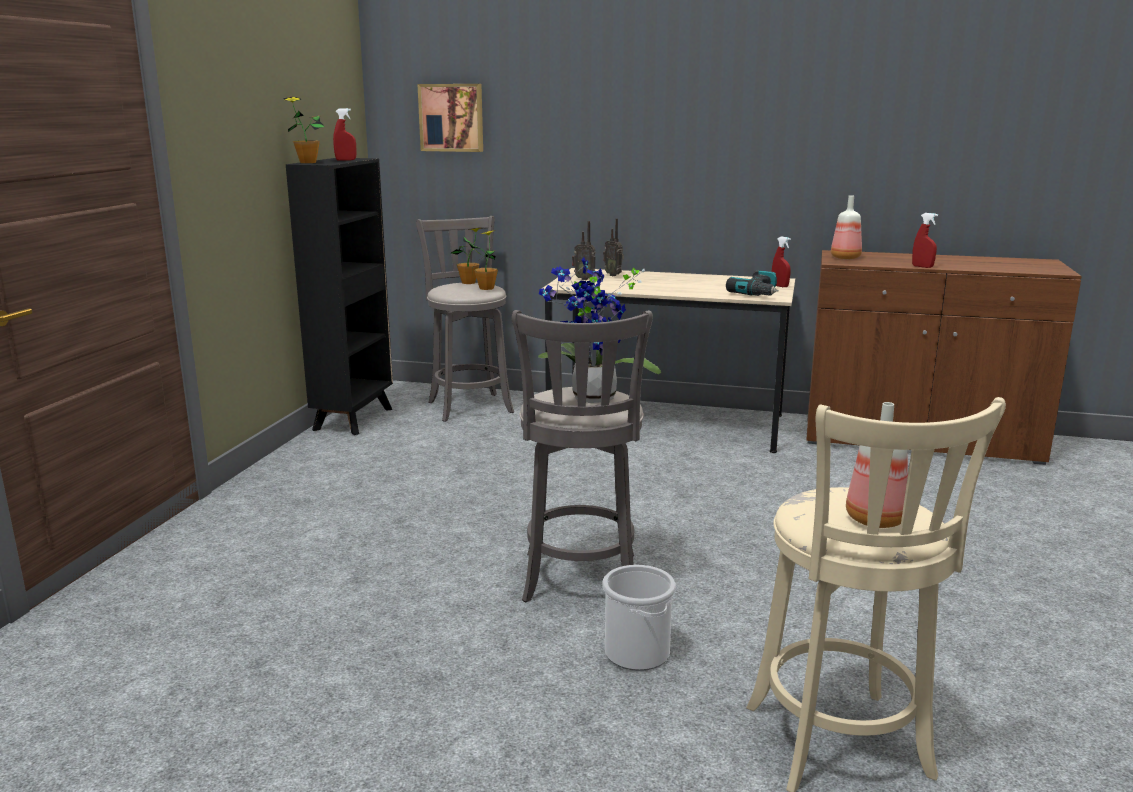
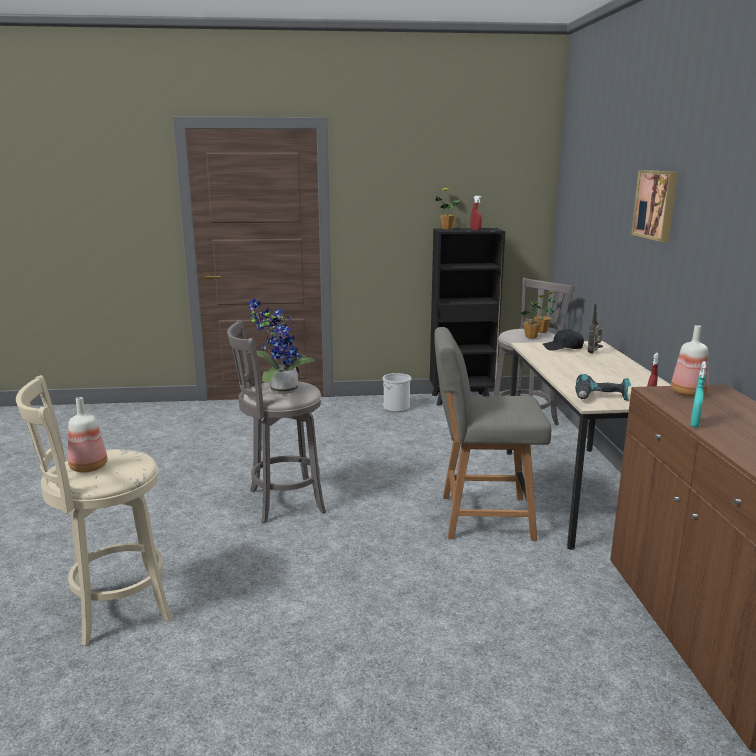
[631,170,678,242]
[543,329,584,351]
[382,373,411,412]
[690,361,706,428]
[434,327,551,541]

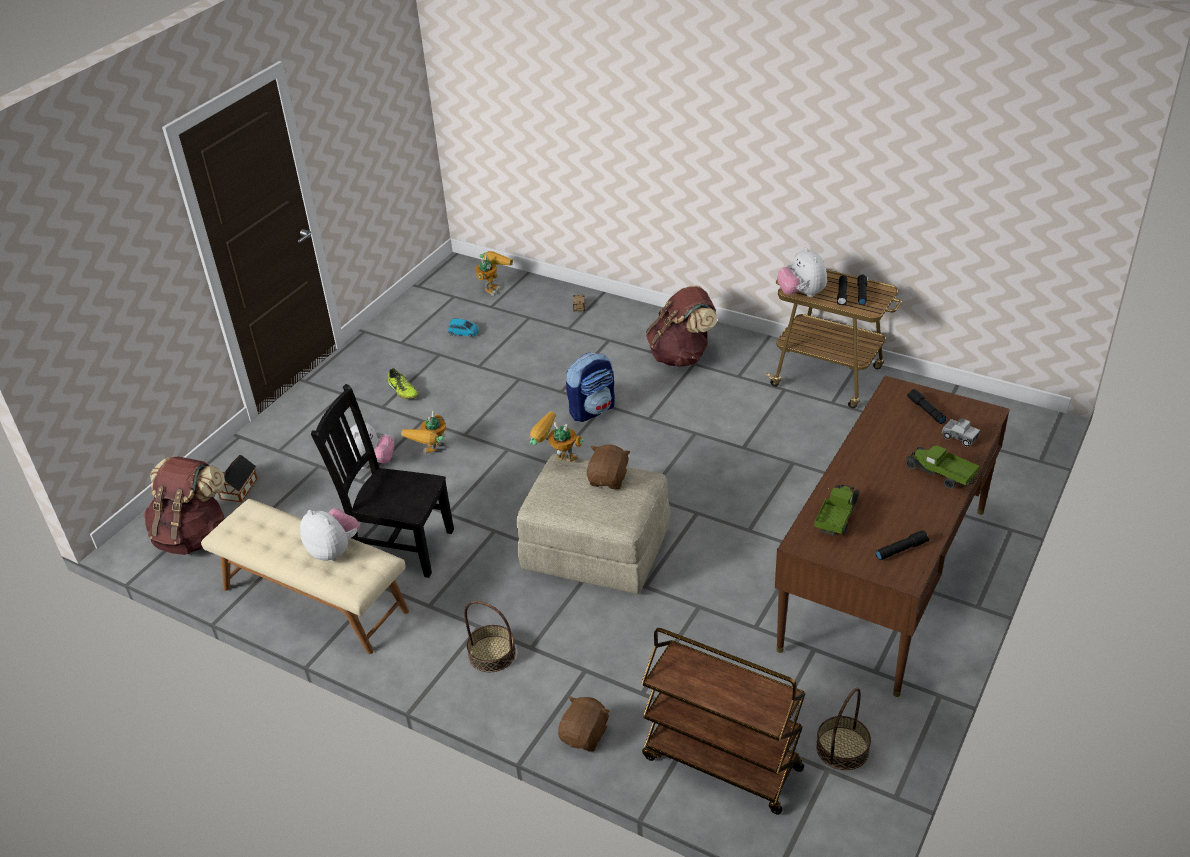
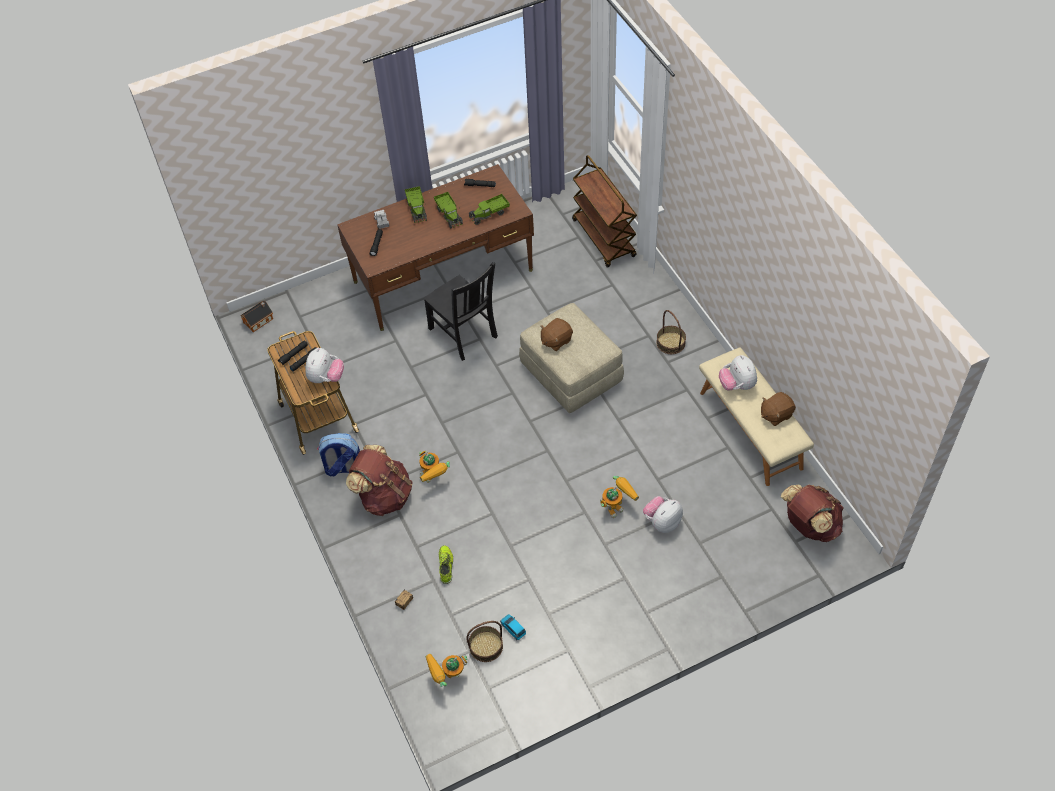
[240,301,273,332]
[424,262,498,361]
[439,545,453,584]
[419,451,450,483]
[761,392,796,426]
[317,433,360,476]
[466,621,503,662]
[434,192,463,228]

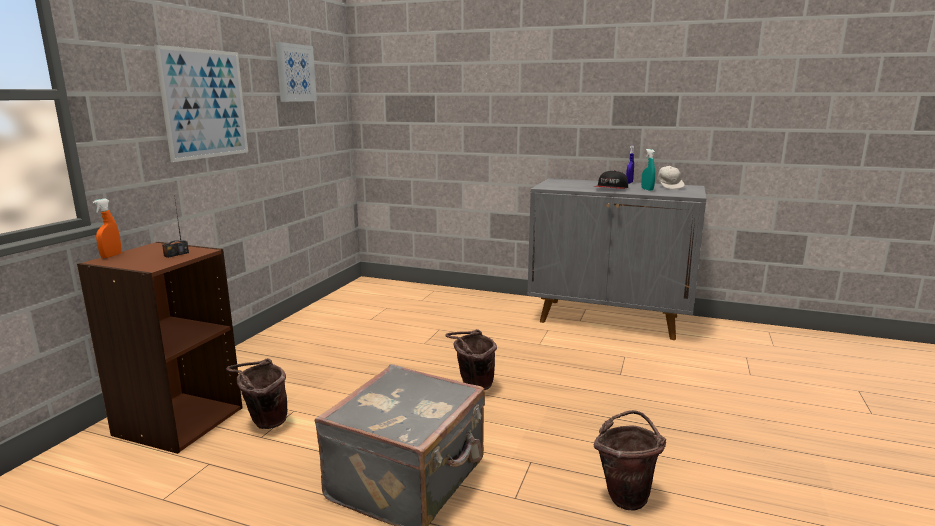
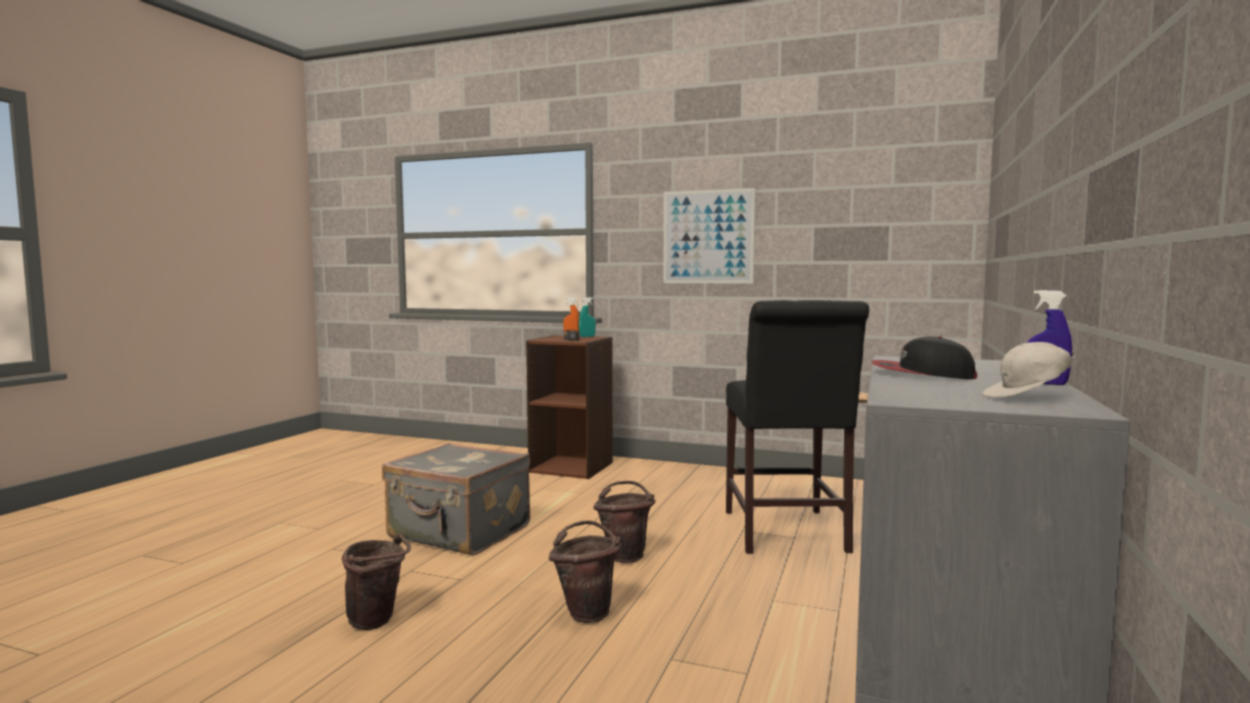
[549,520,622,623]
[276,42,317,102] (first image)
[579,297,596,337]
[726,300,869,554]

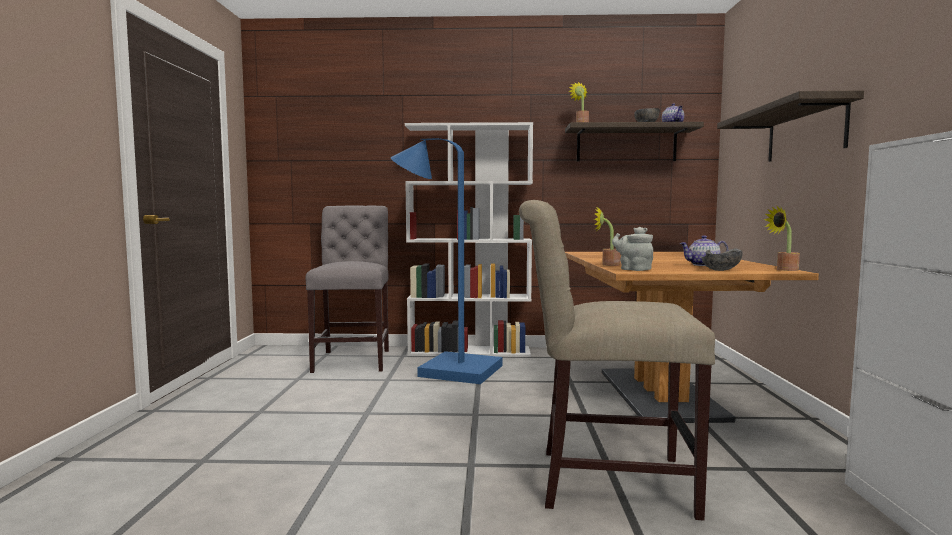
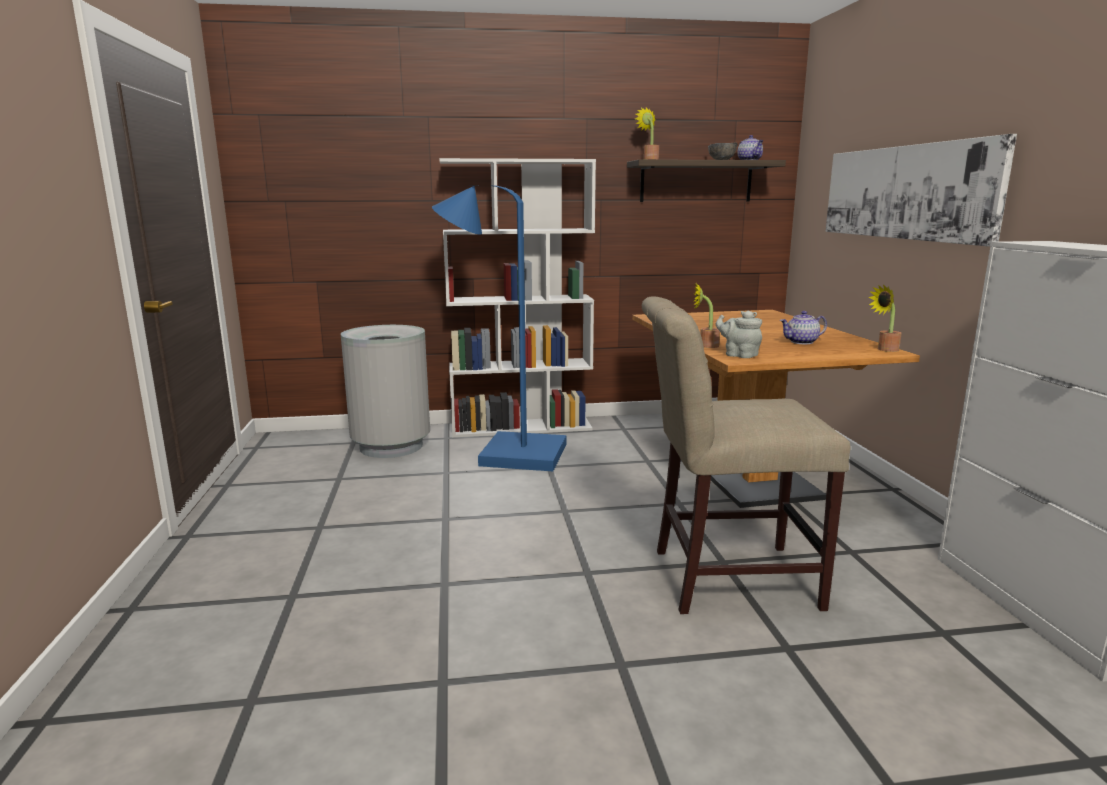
[341,325,430,458]
[701,248,743,271] (first image)
[825,134,1017,247]

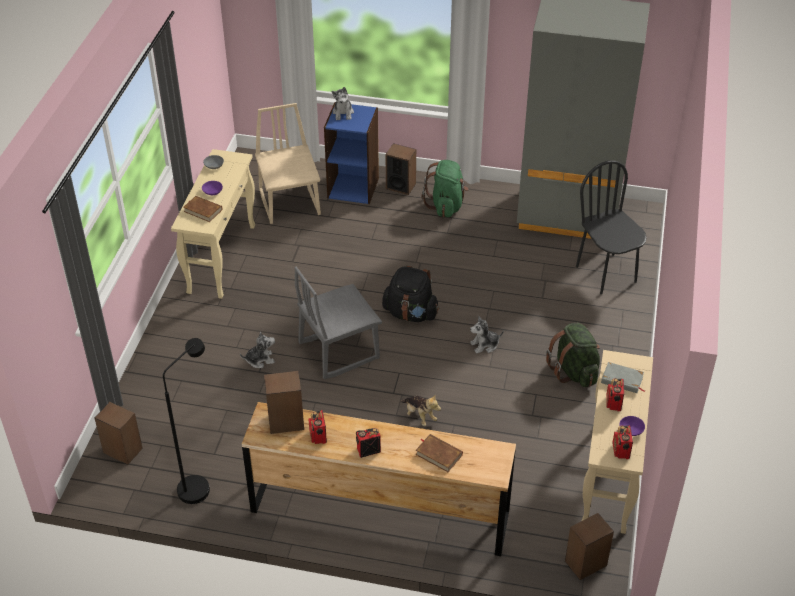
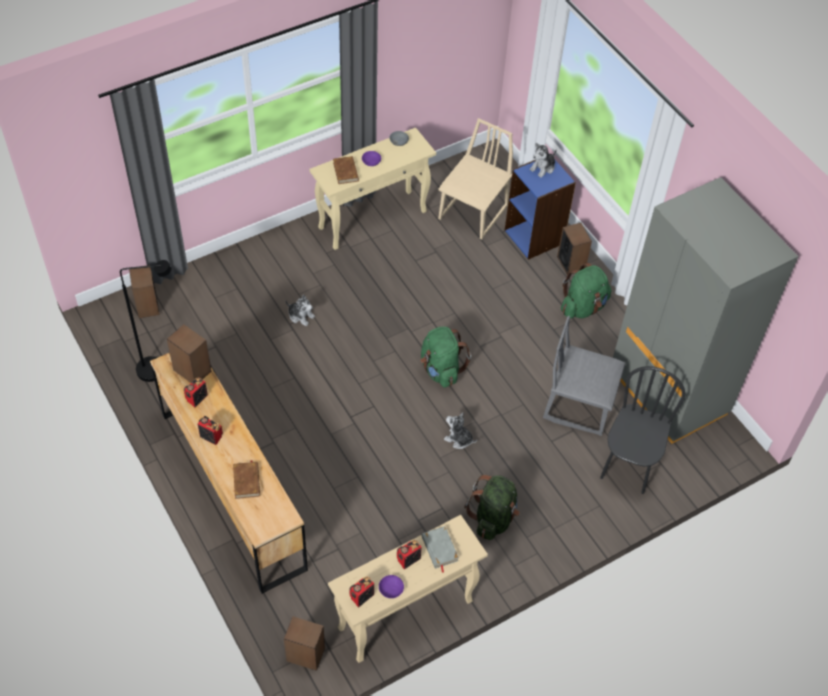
[543,316,625,436]
[420,326,471,388]
[400,394,441,426] (first image)

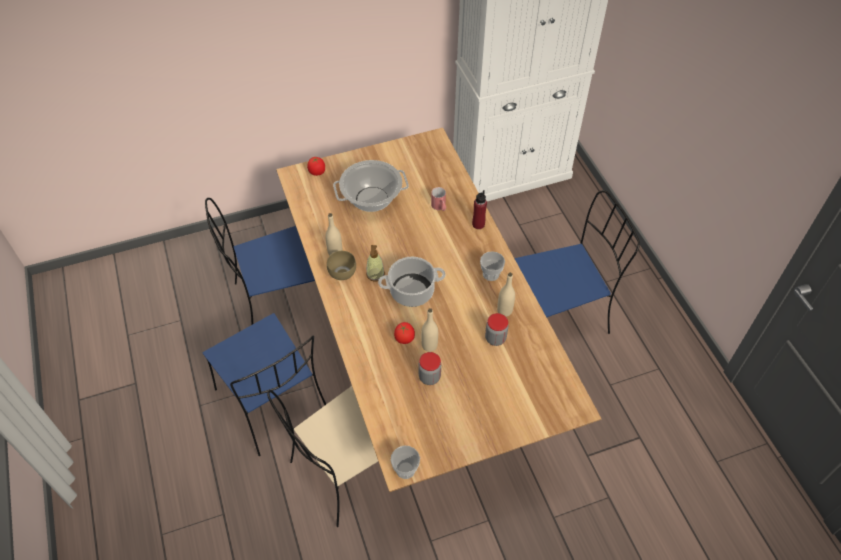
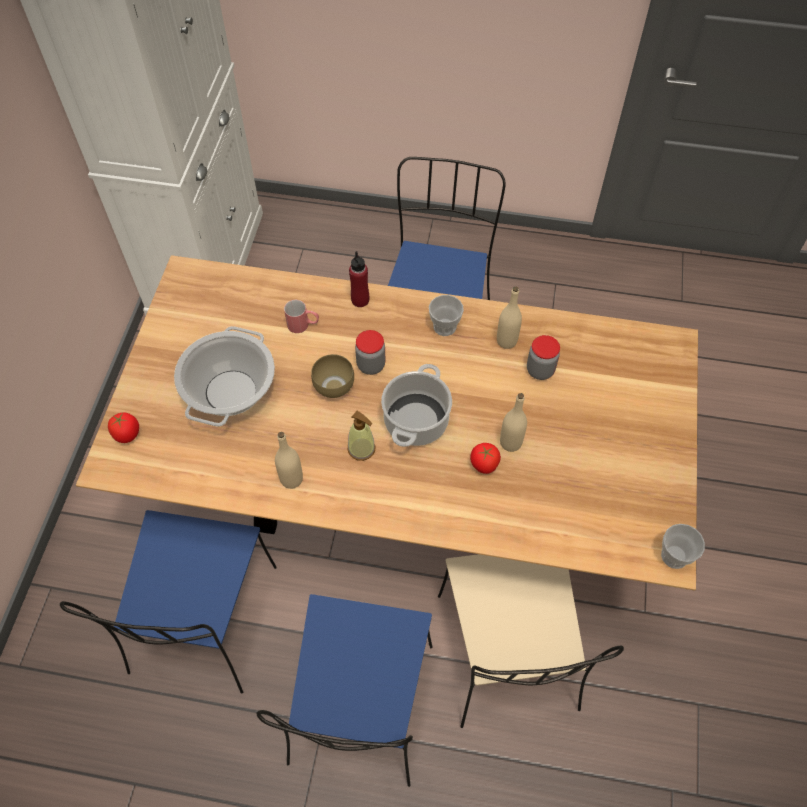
[256,594,432,787]
[311,354,354,398]
[355,330,386,375]

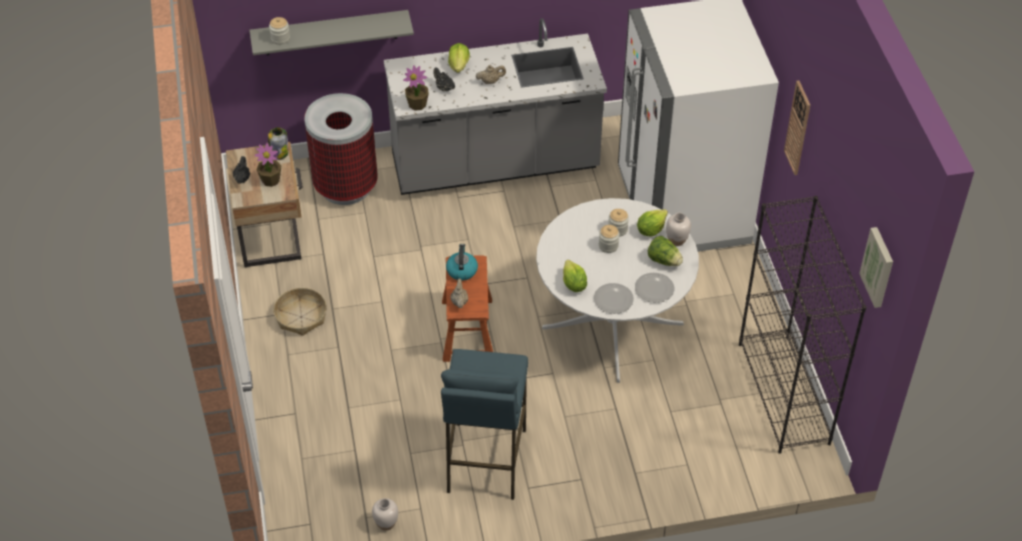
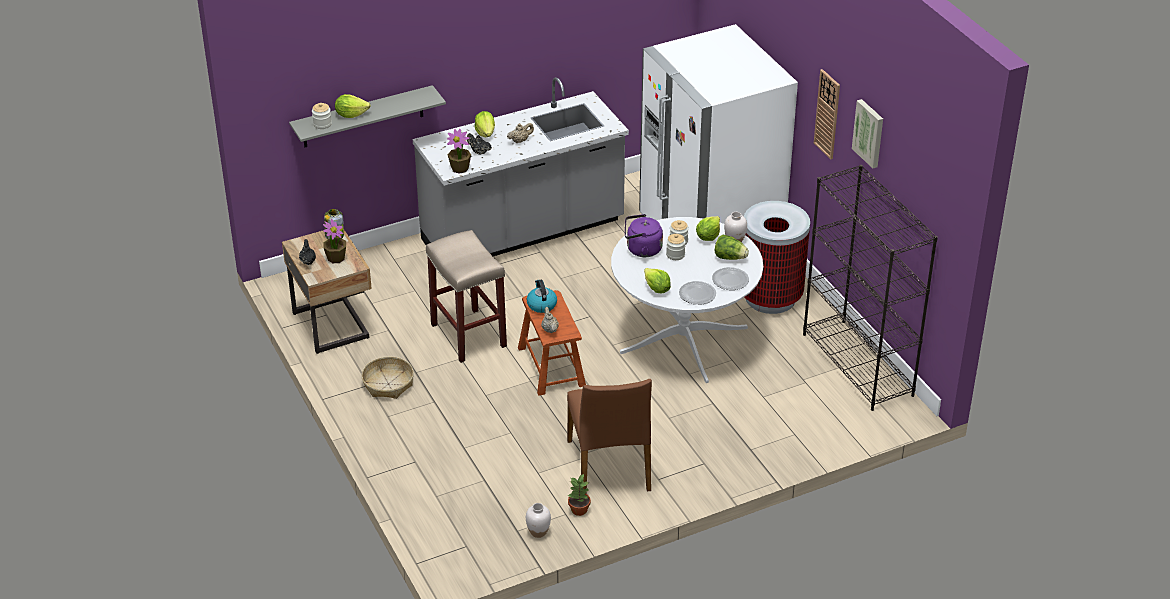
[744,201,810,314]
[567,379,652,494]
[852,99,883,168]
[335,94,371,118]
[426,230,507,363]
[568,474,591,516]
[625,214,663,257]

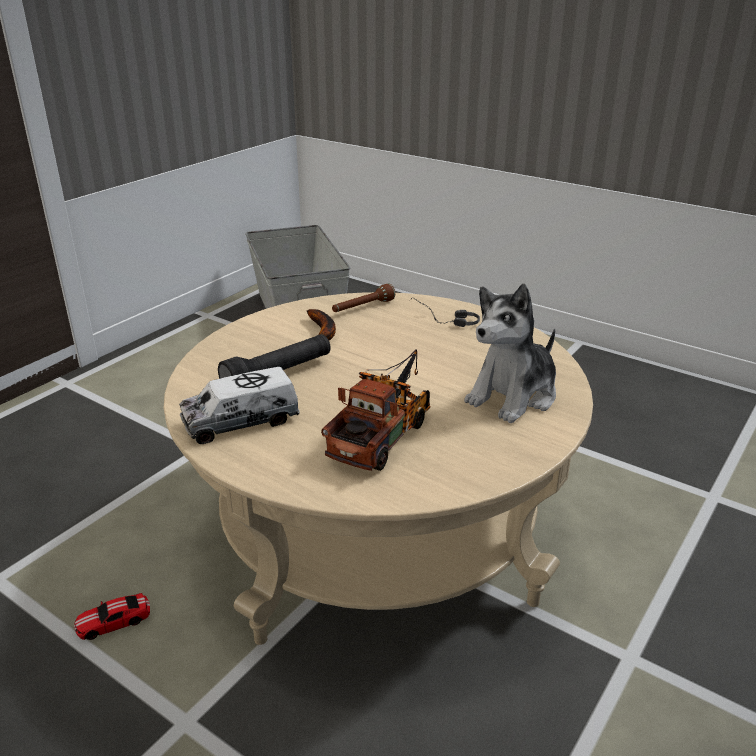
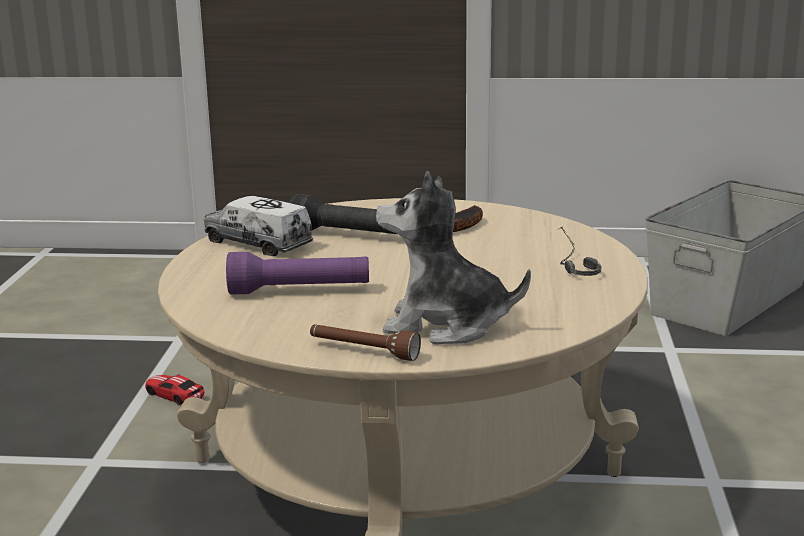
[226,252,369,295]
[310,325,421,361]

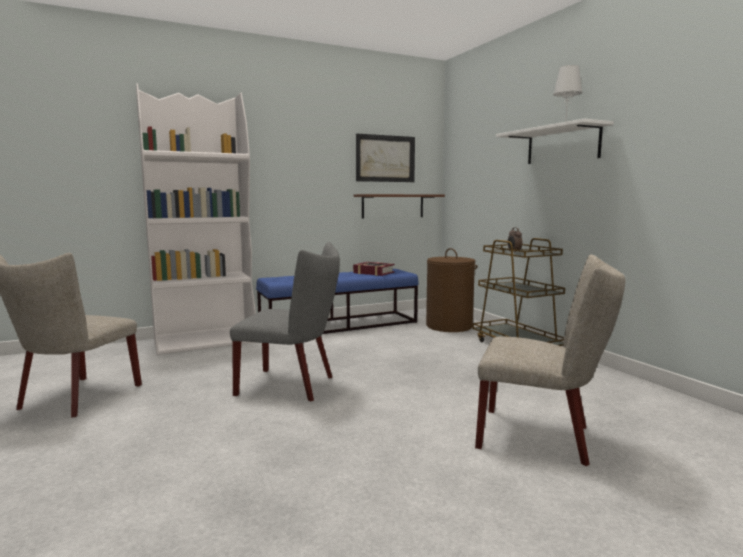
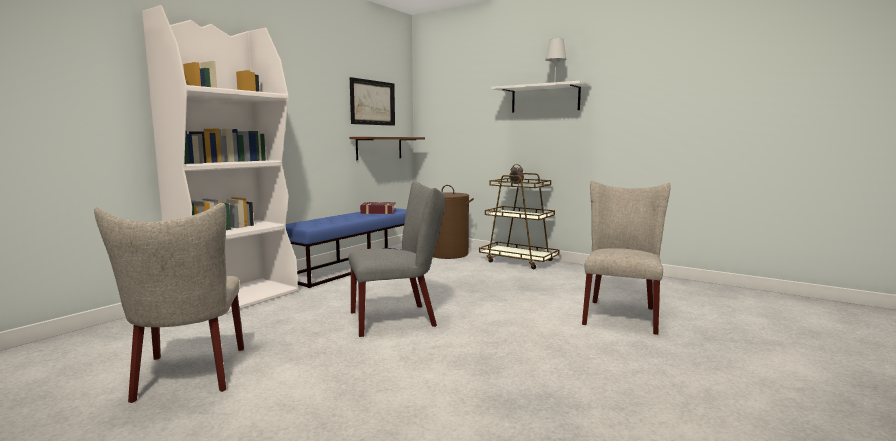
[582,181,671,335]

